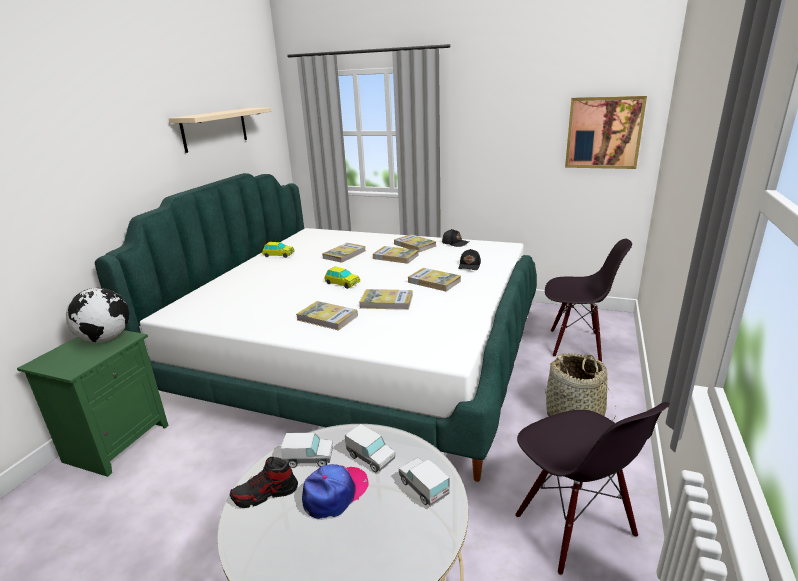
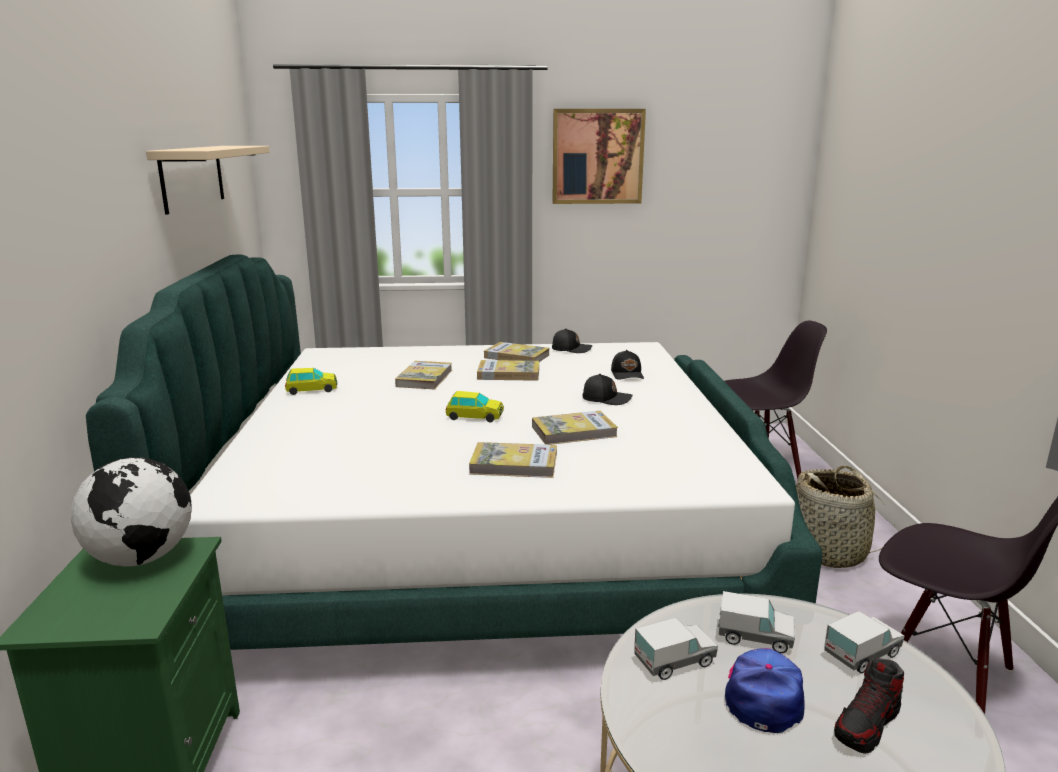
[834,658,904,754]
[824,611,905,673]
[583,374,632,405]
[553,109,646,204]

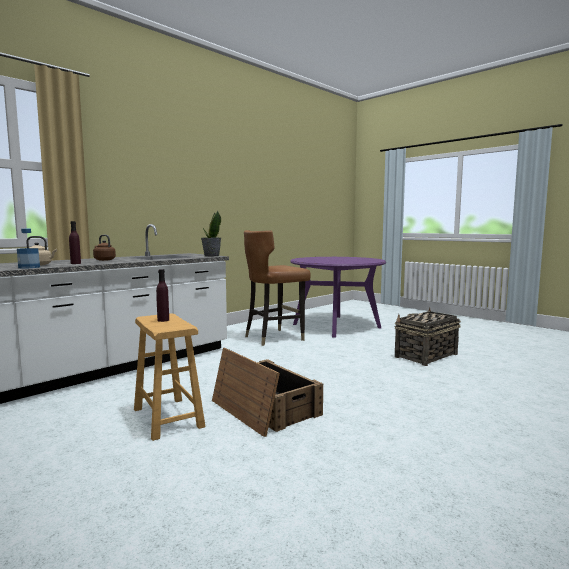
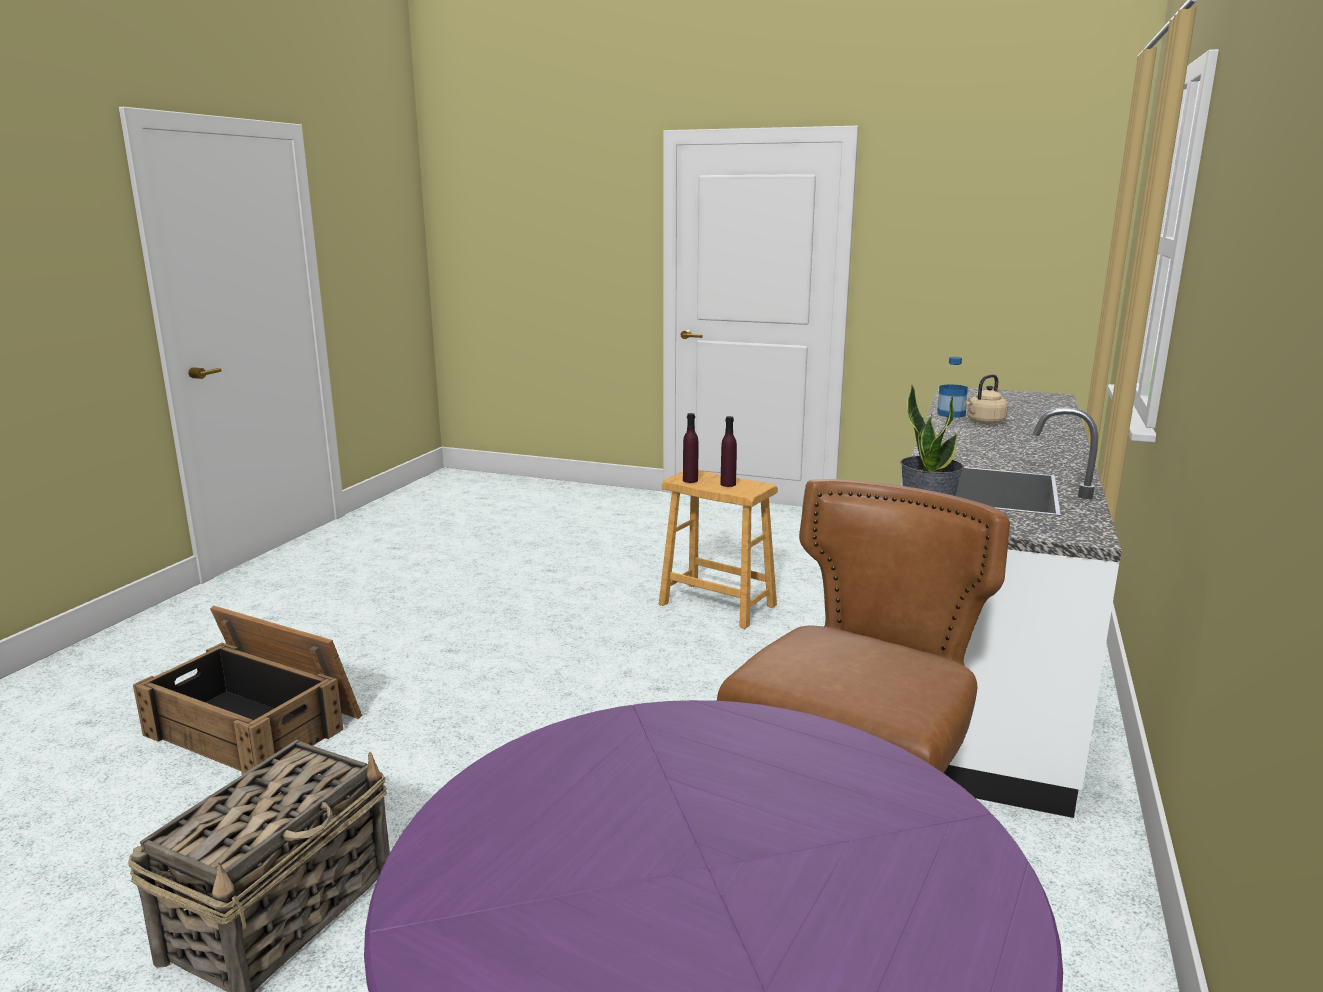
[683,413,698,483]
[93,235,116,261] (first image)
[133,606,362,775]

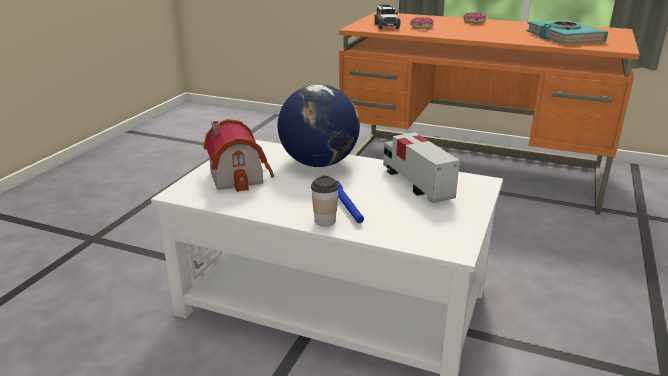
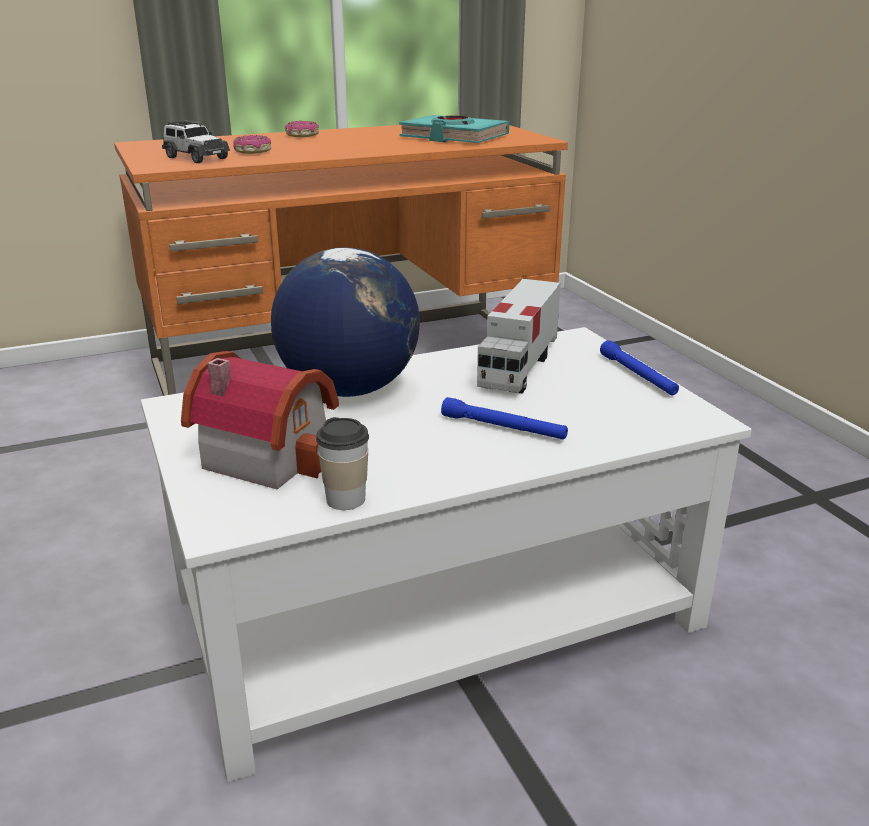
[316,417,369,510]
[477,279,561,394]
[600,340,679,395]

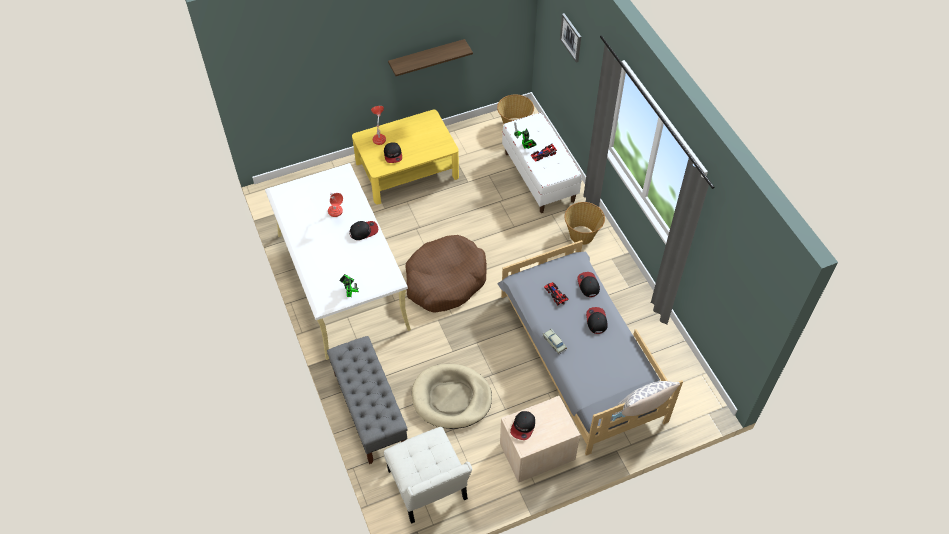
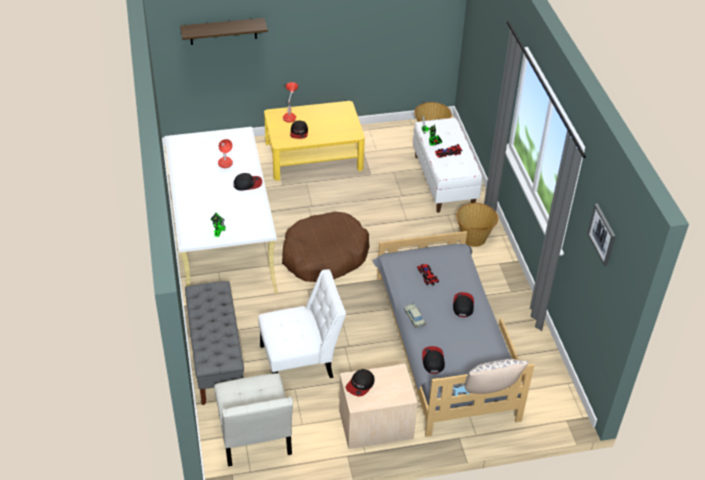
[180,18,268,45]
[258,269,346,378]
[587,204,616,266]
[422,346,445,374]

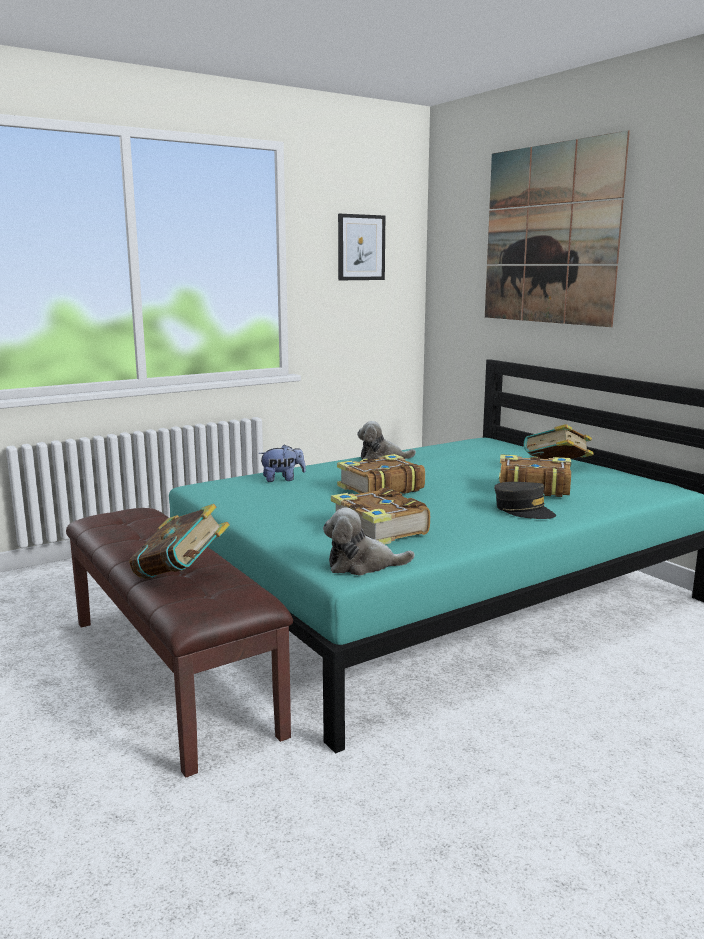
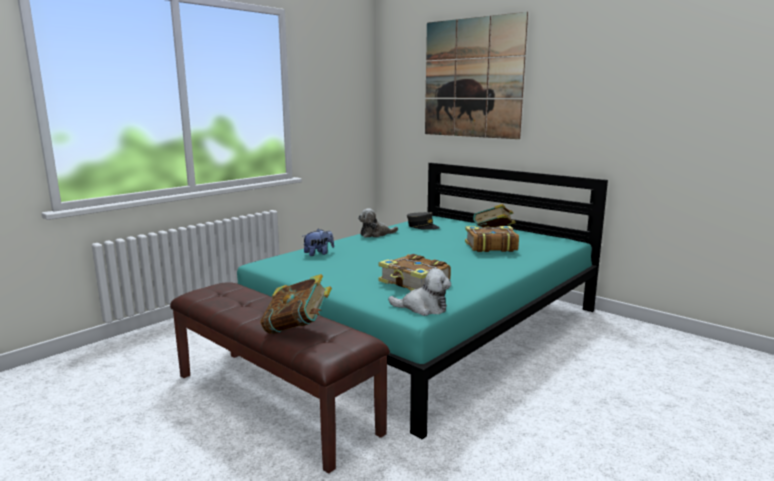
[388,268,451,316]
[337,454,425,494] (first image)
[338,214,385,280] (first image)
[407,212,440,230]

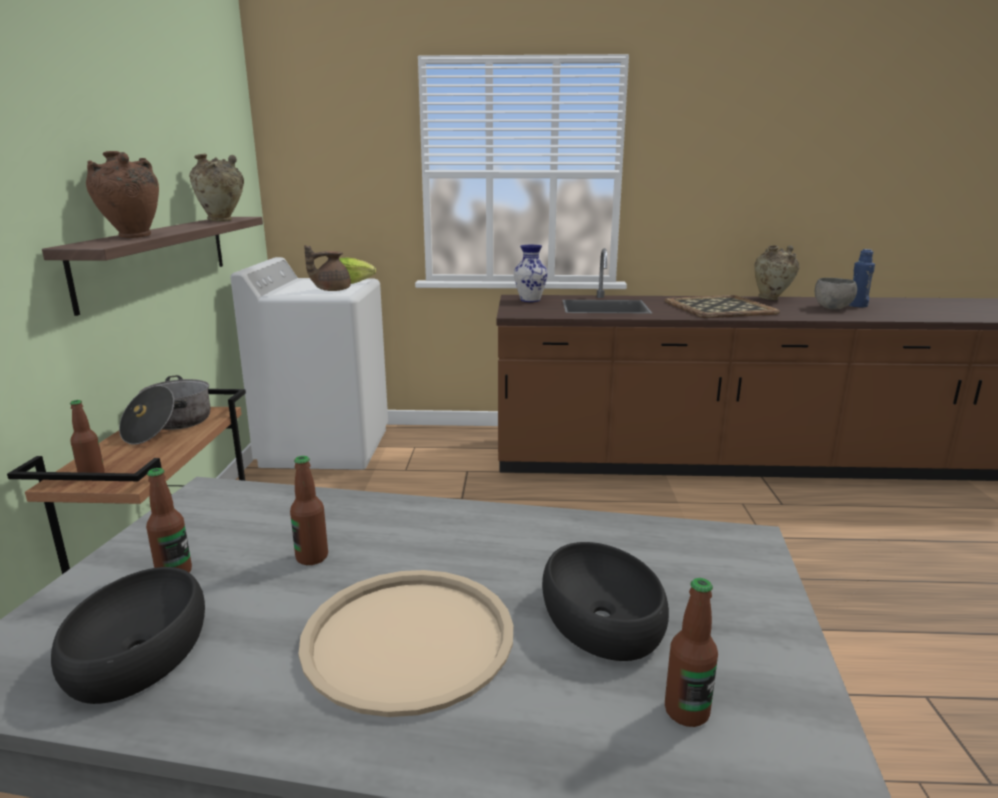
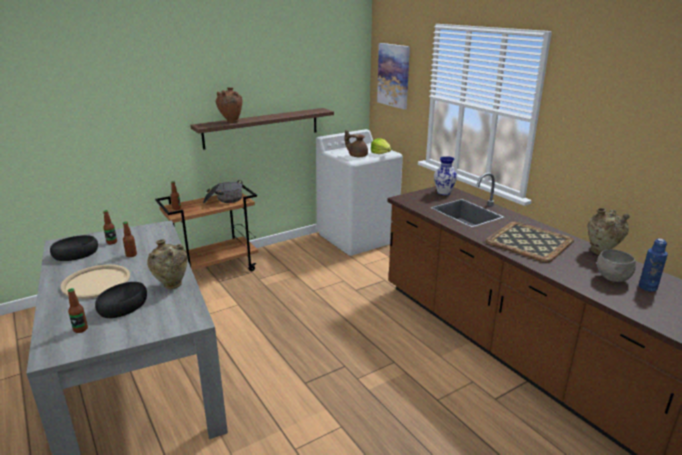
[147,239,188,289]
[377,43,410,109]

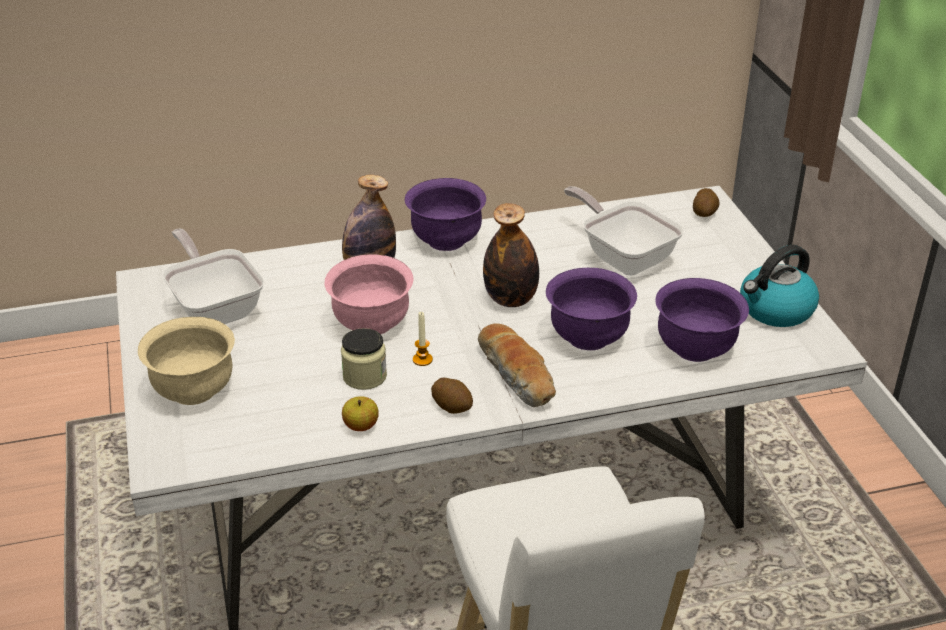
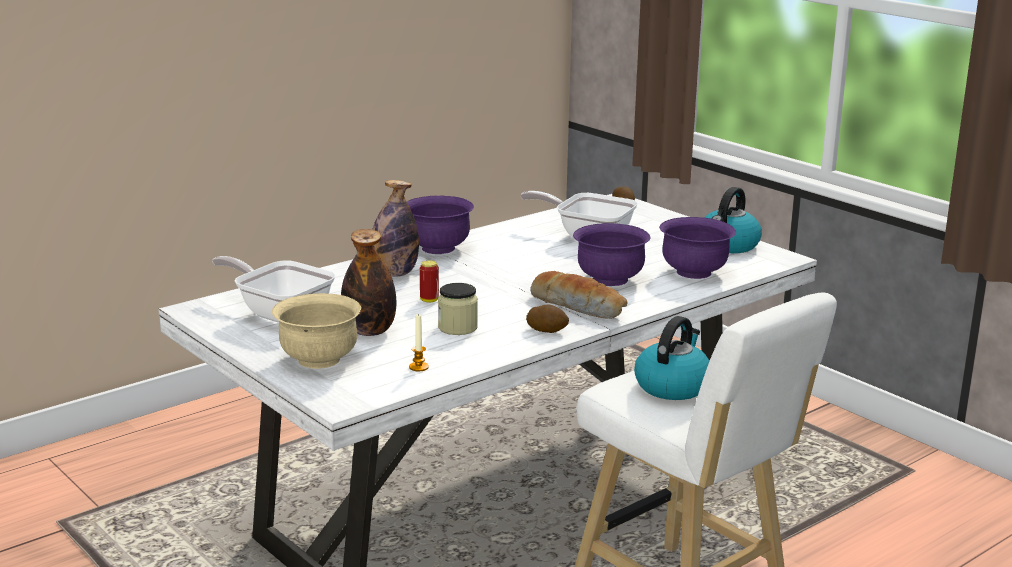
[420,260,439,303]
[342,396,379,431] (first image)
[409,313,429,371]
[341,229,396,336]
[634,316,709,400]

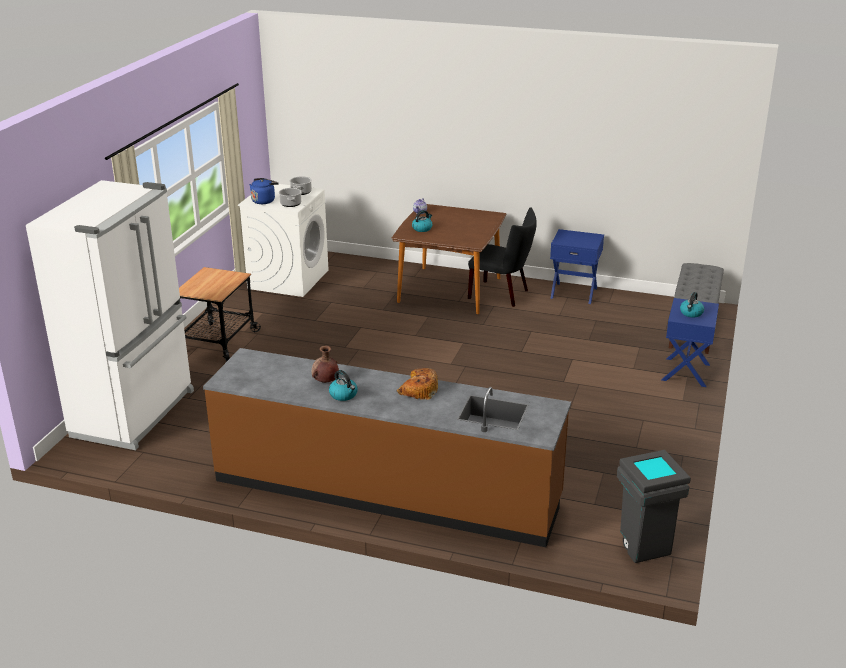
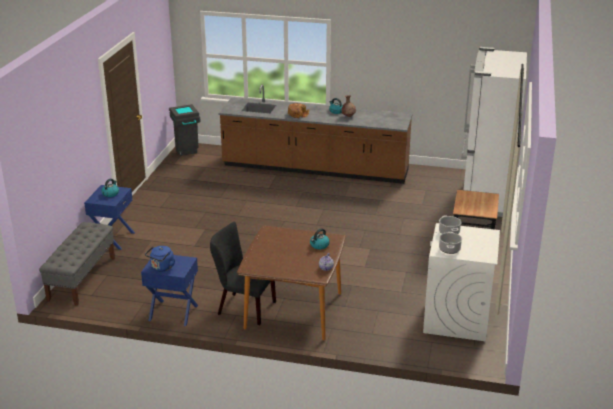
[145,246,175,271]

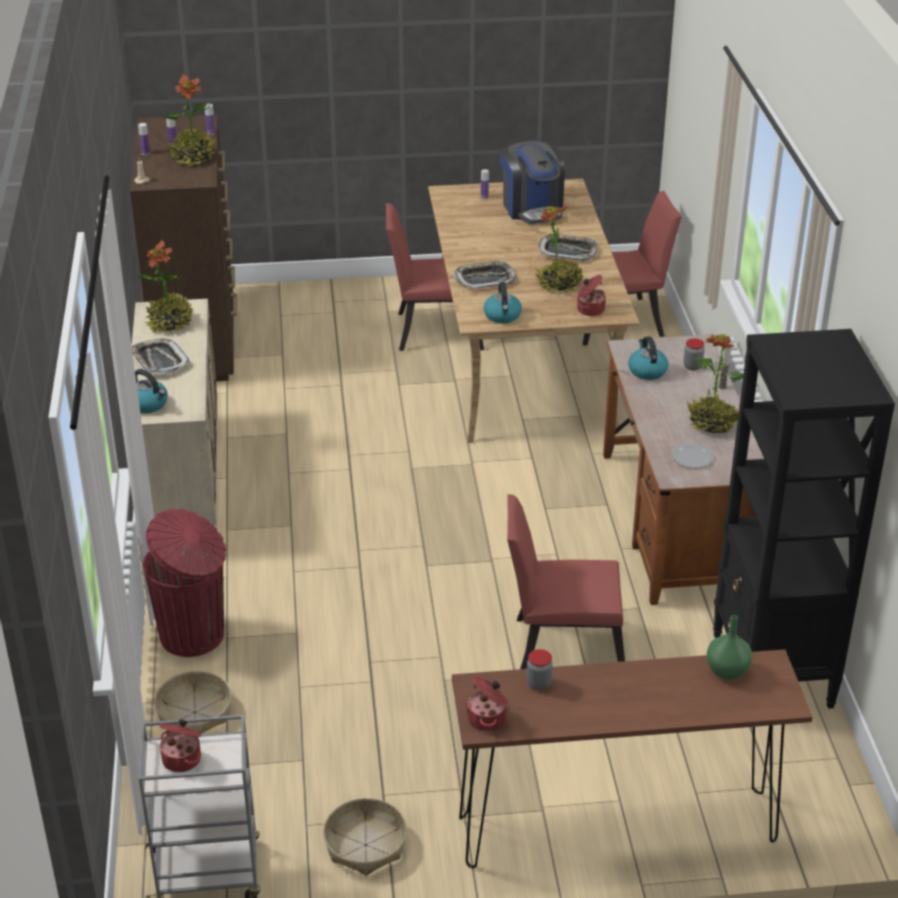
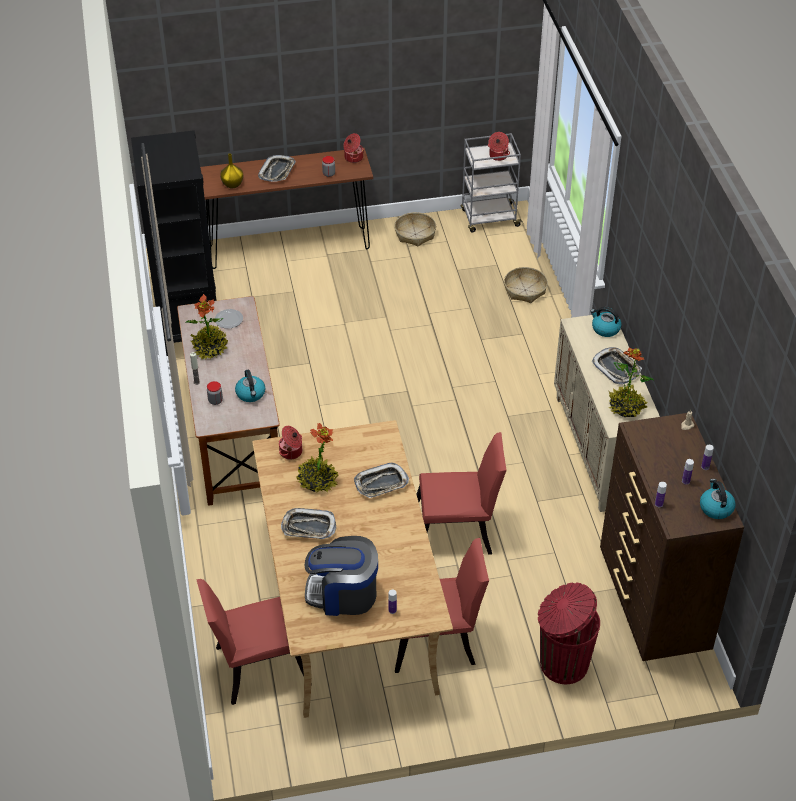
[538,582,600,684]
[163,74,216,167] (first image)
[700,479,736,519]
[305,536,378,616]
[416,432,507,555]
[220,153,244,188]
[258,155,296,182]

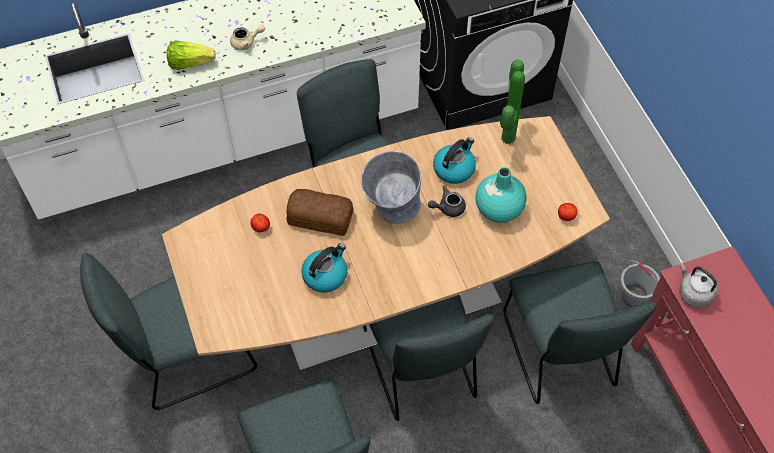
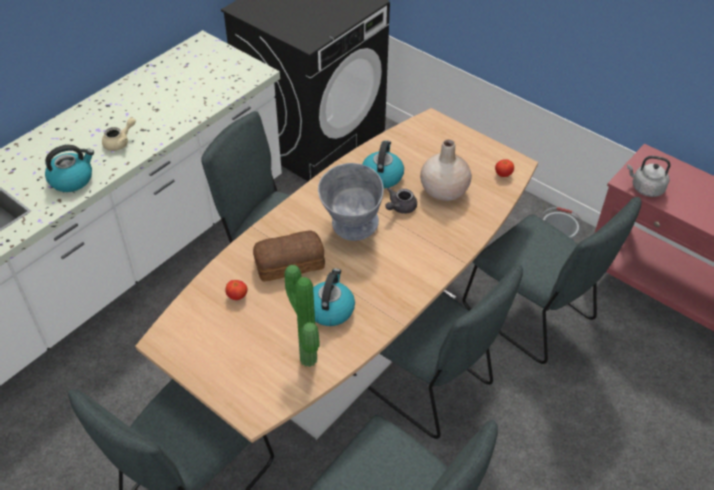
[45,145,94,192]
[420,139,472,201]
[285,265,320,367]

